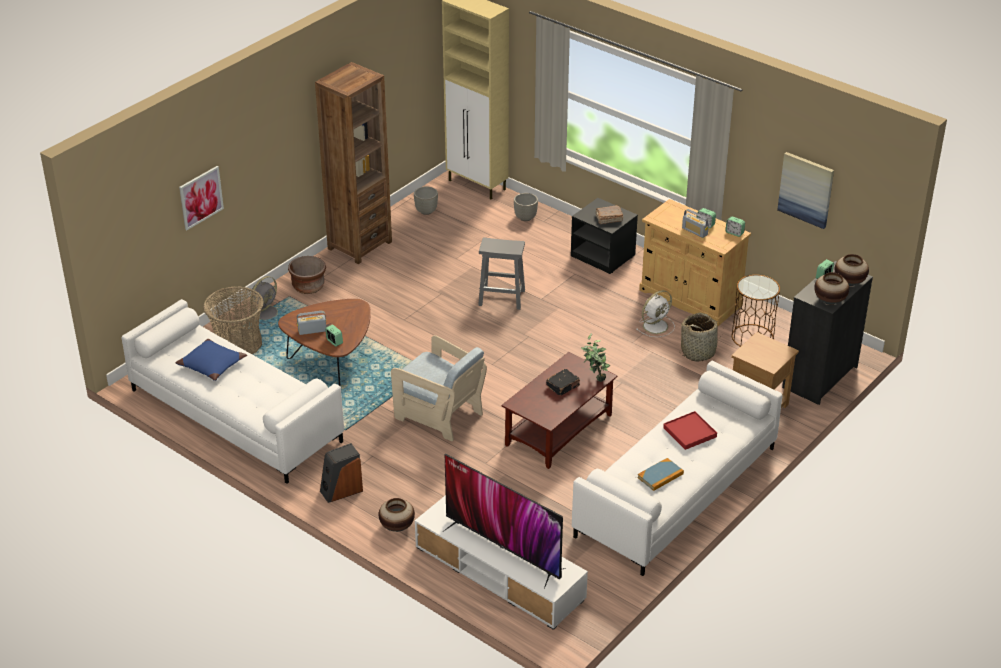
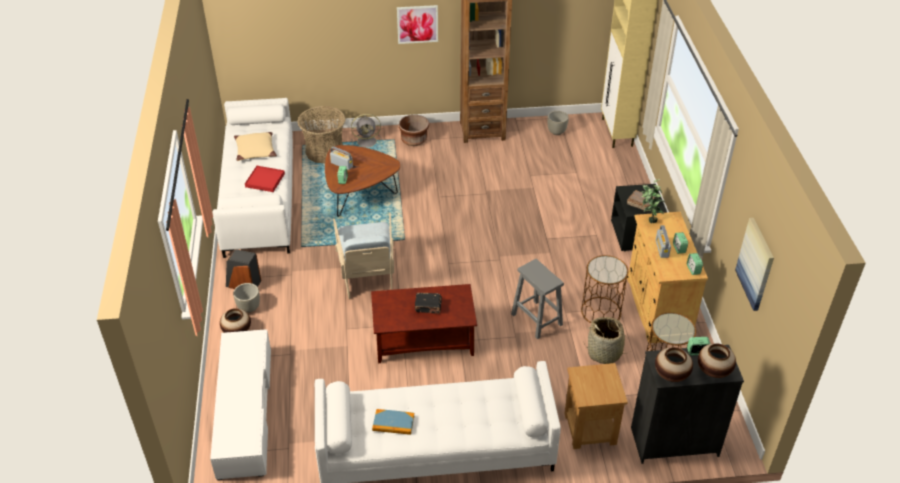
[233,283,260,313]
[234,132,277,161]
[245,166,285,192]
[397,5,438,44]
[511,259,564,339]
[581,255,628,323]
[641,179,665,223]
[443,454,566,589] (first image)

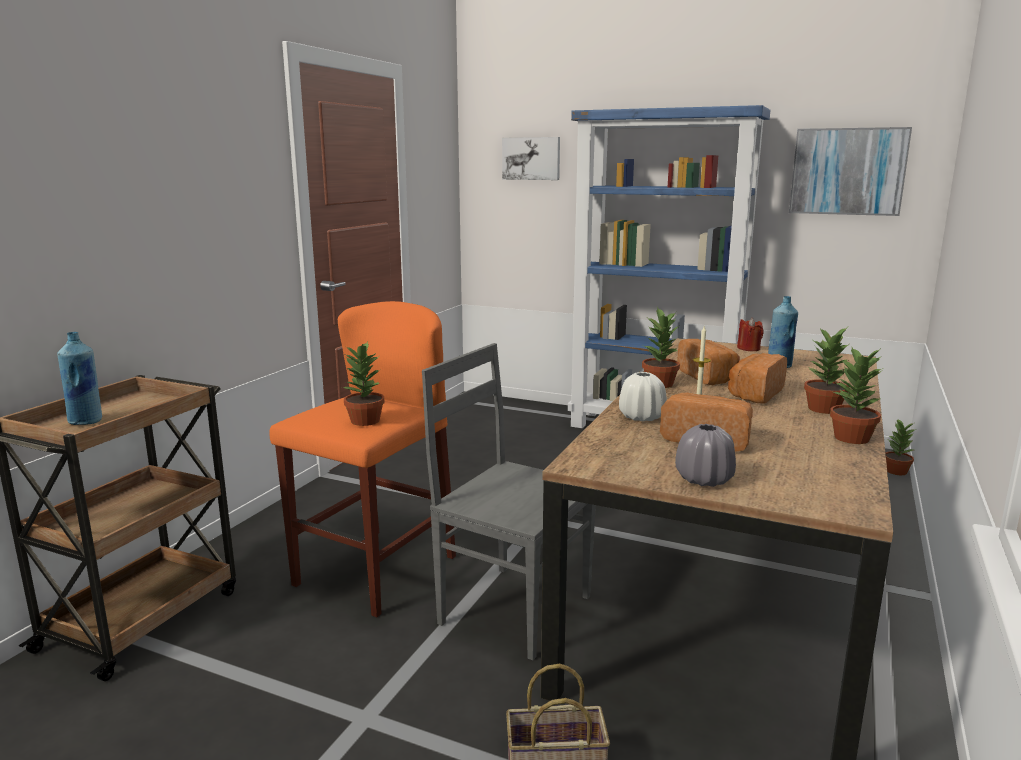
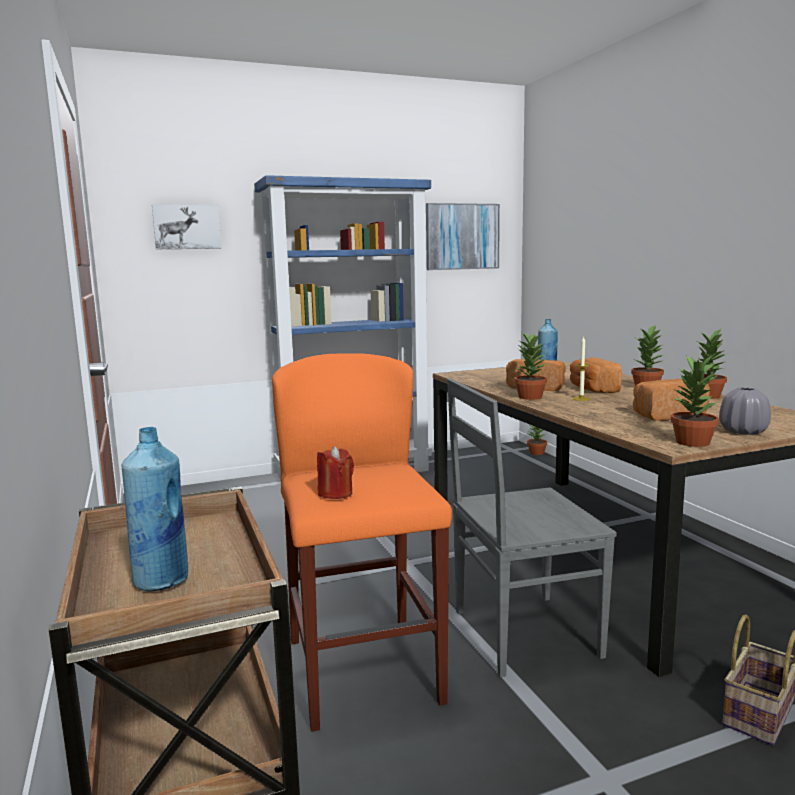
[317,446,354,499]
[671,355,719,447]
[619,372,667,421] (first image)

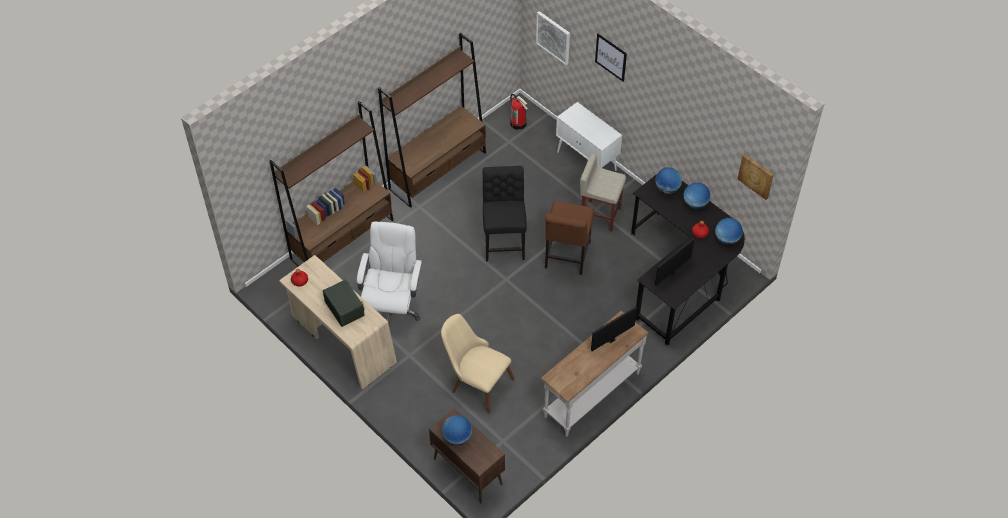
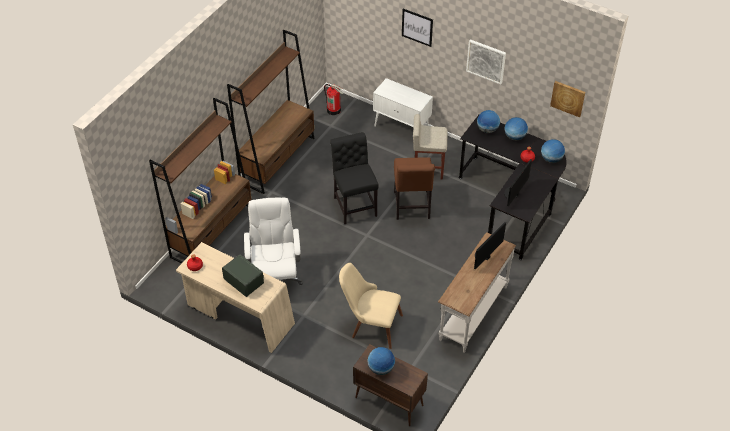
[466,39,506,84]

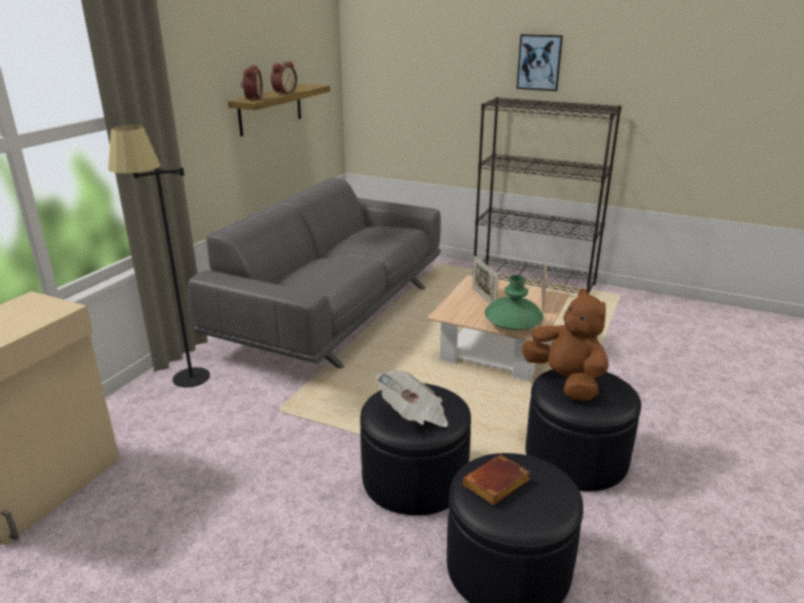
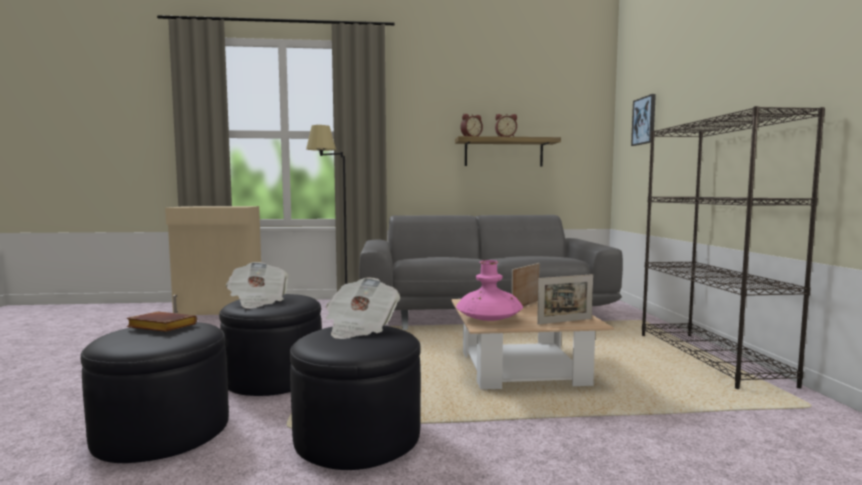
[326,278,400,339]
[456,260,523,321]
[631,94,656,146]

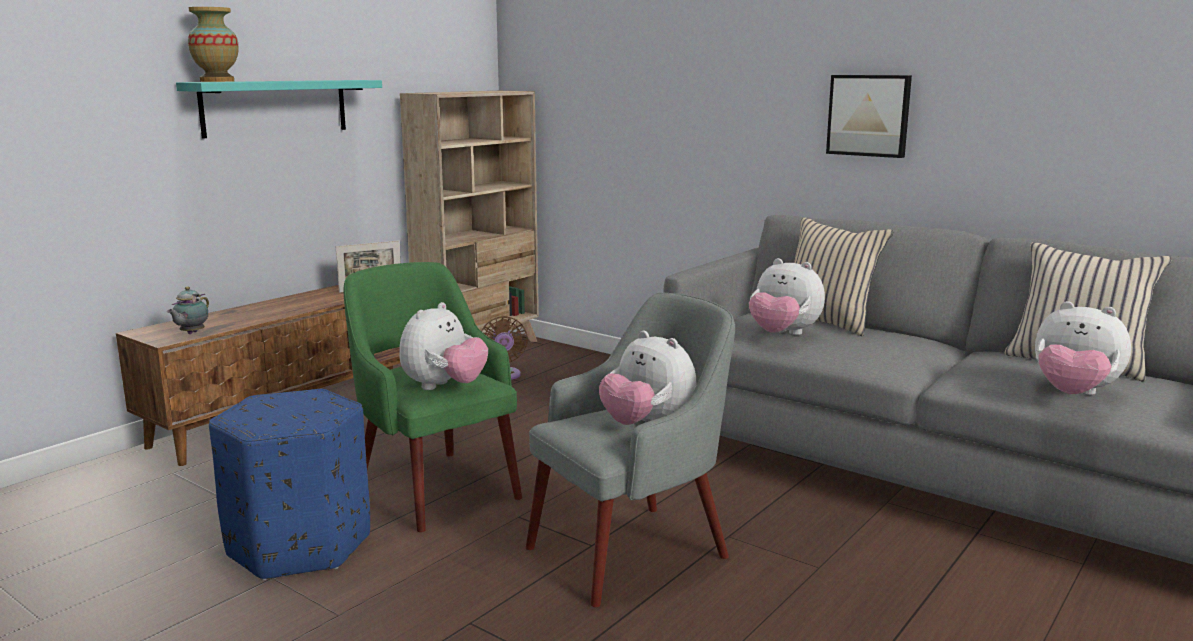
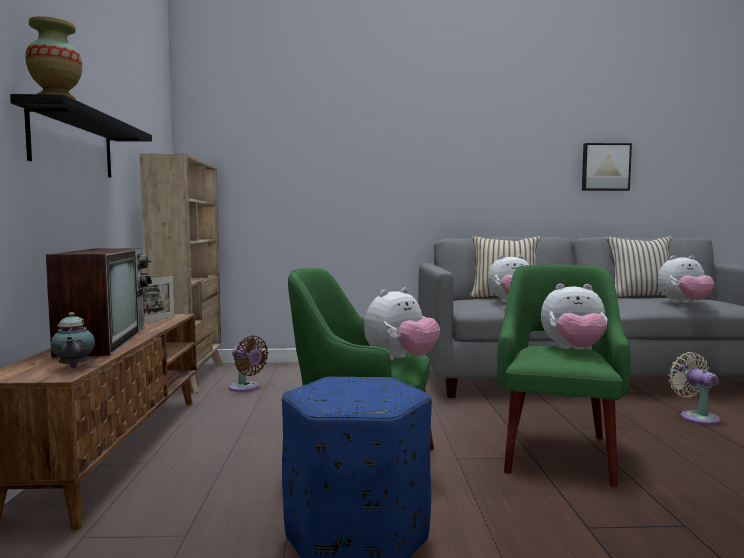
[10,94,152,177]
[46,248,152,358]
[364,288,440,361]
[497,264,631,487]
[582,143,632,191]
[669,352,721,425]

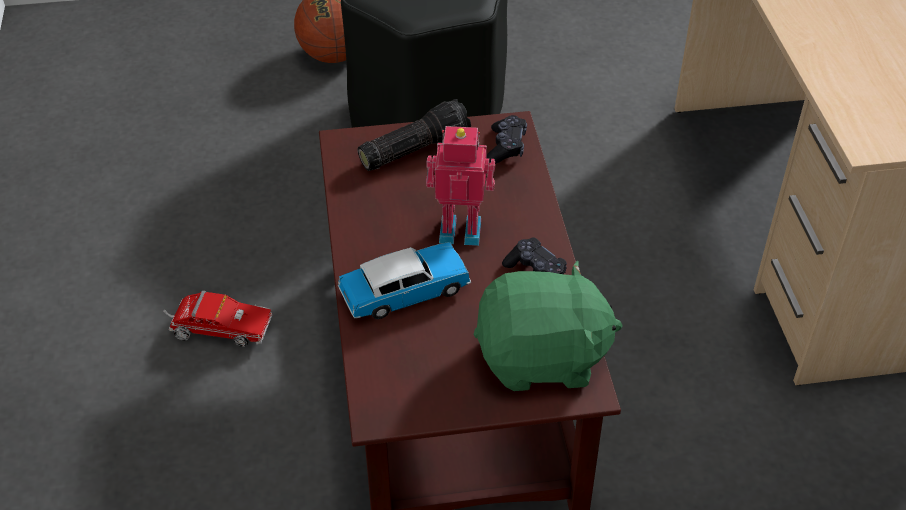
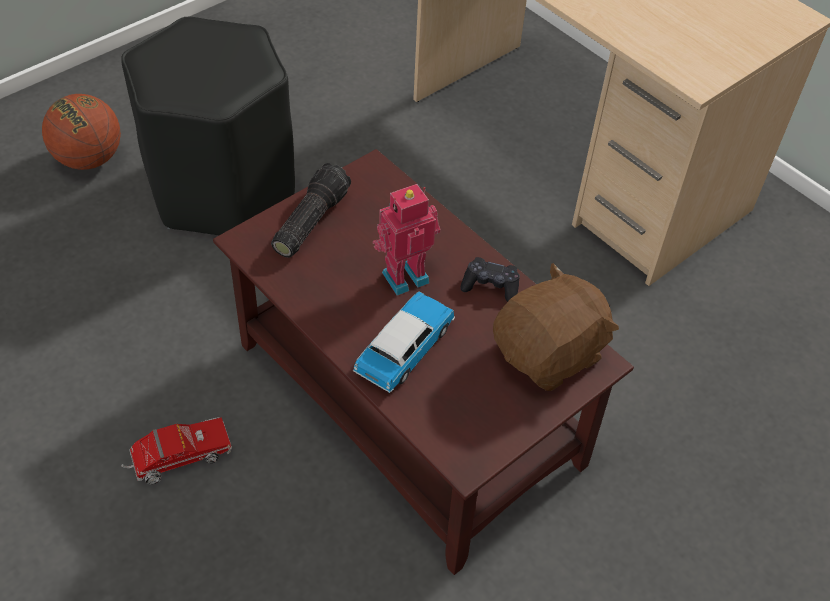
[493,263,619,391]
[487,115,527,163] (first image)

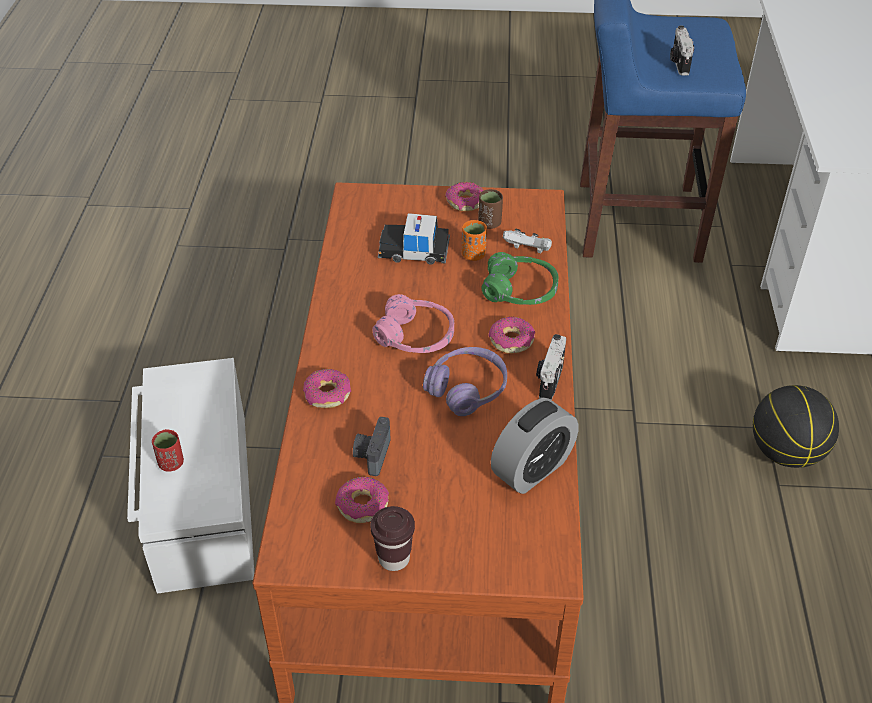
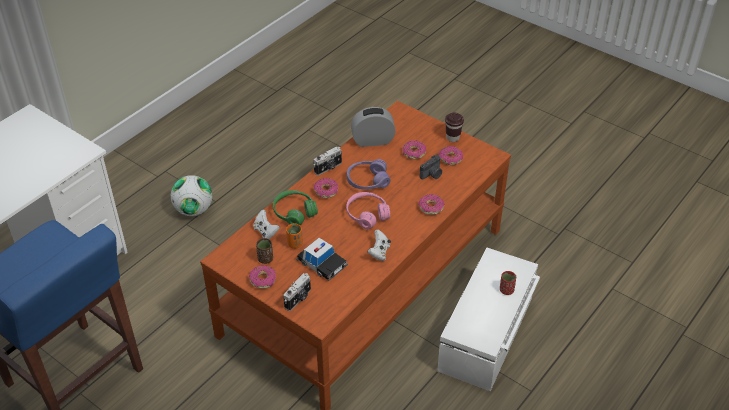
[171,175,212,216]
[283,273,311,311]
[368,230,391,261]
[403,140,426,159]

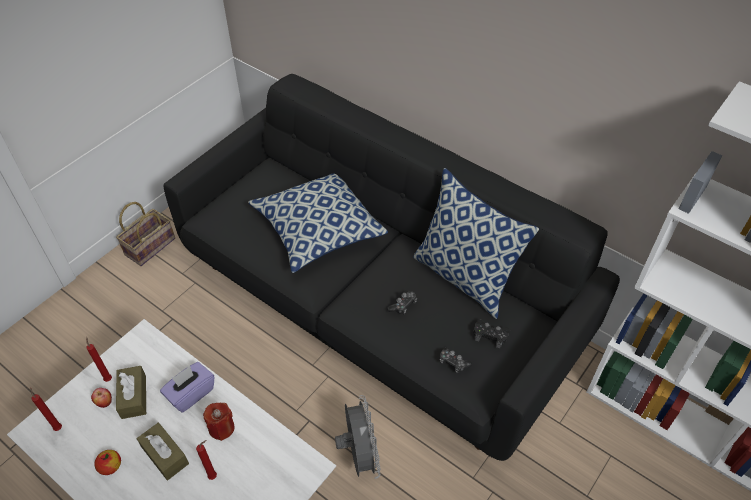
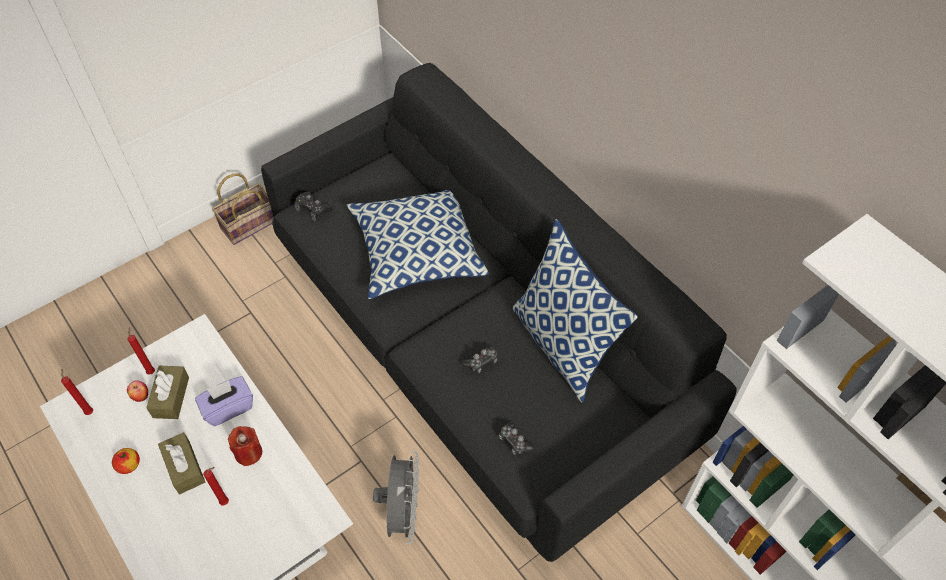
[294,192,332,221]

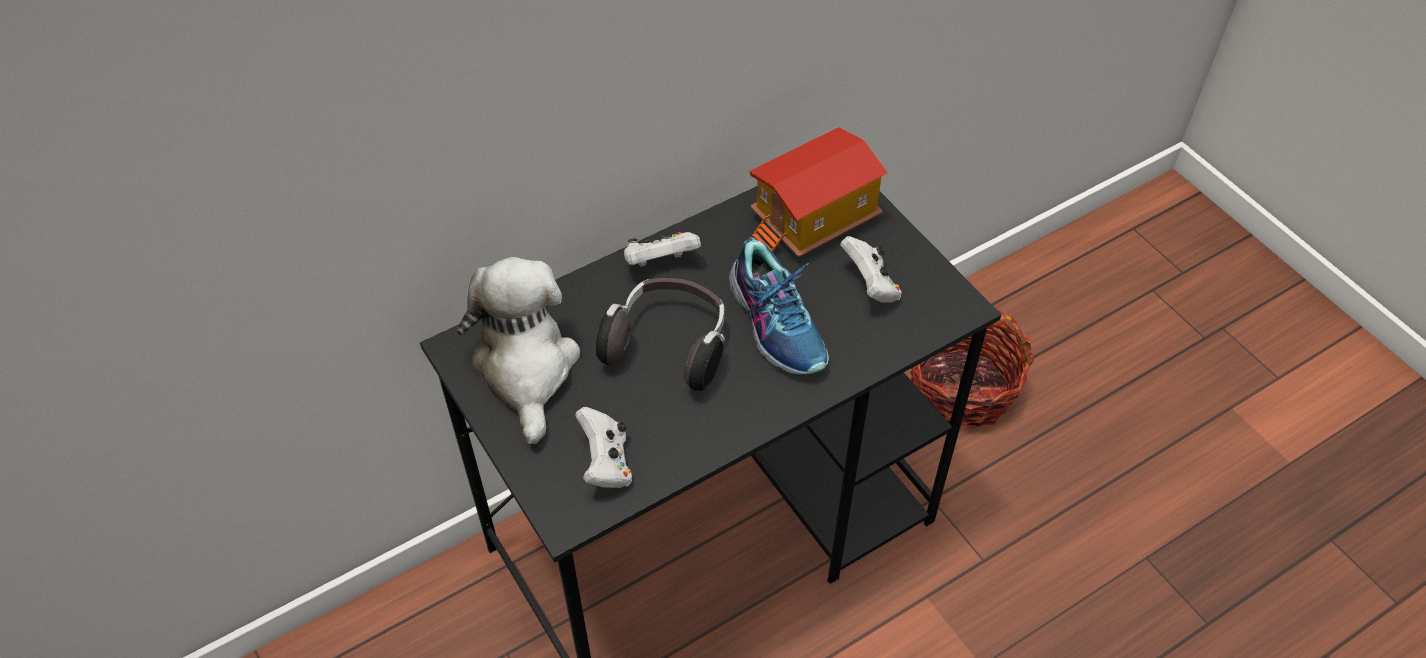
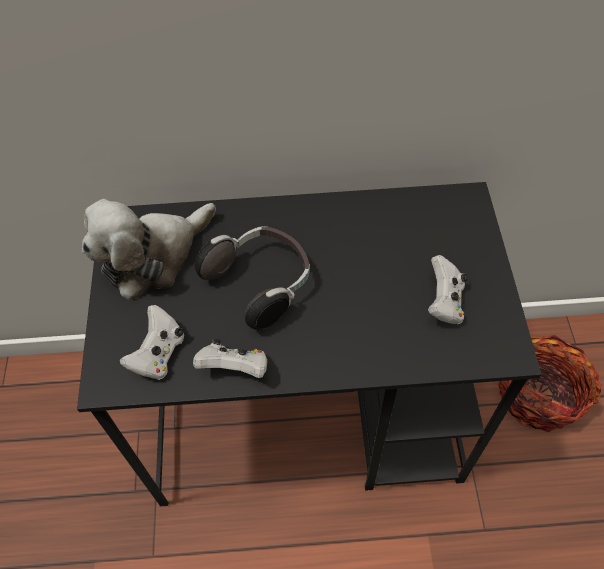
[82,199,216,300]
[193,339,267,378]
[729,237,829,375] (first image)
[749,127,888,257] (first image)

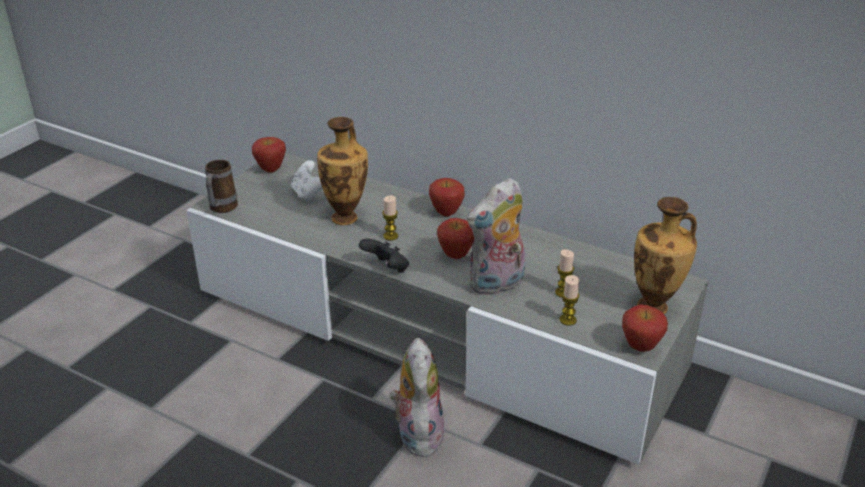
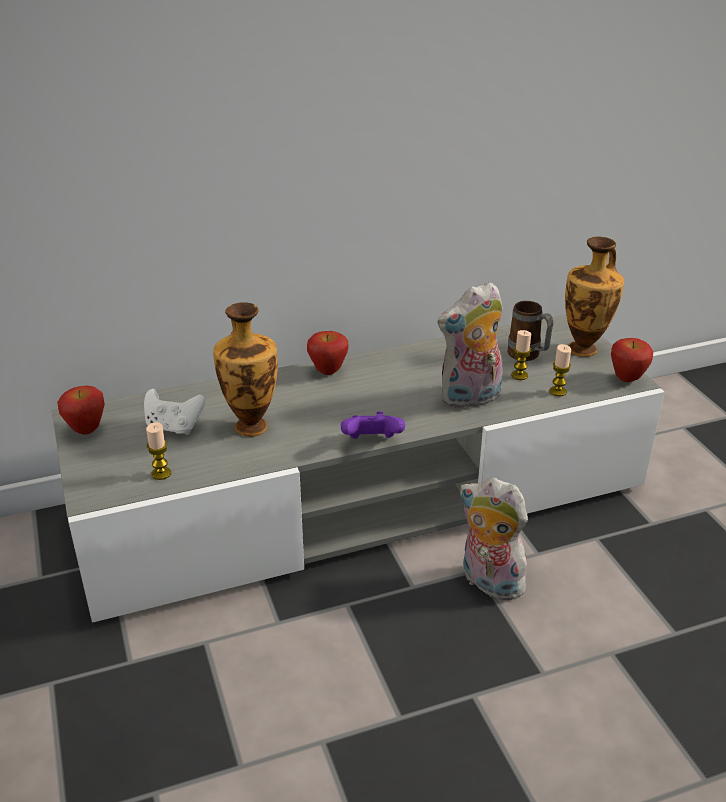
[146,422,171,480]
[341,411,405,439]
[438,281,503,410]
[507,301,554,361]
[437,218,474,259] (first image)

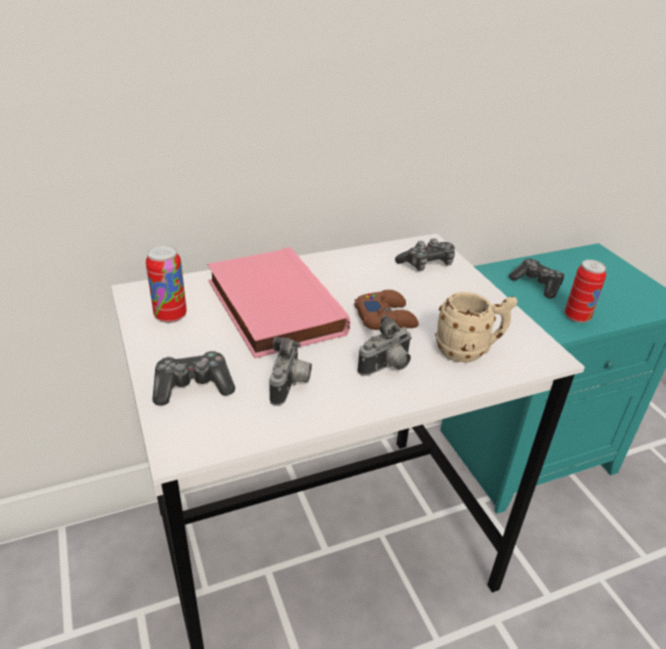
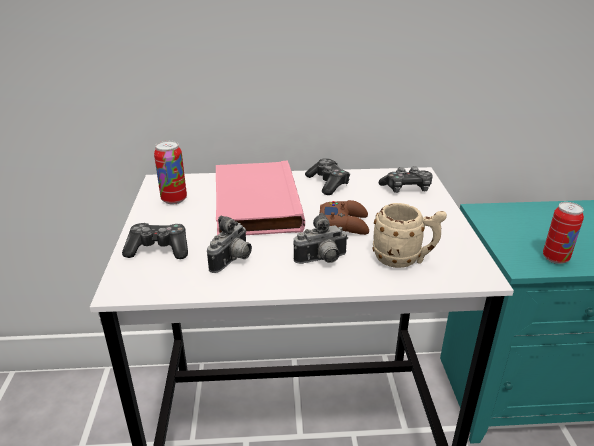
[305,158,350,195]

